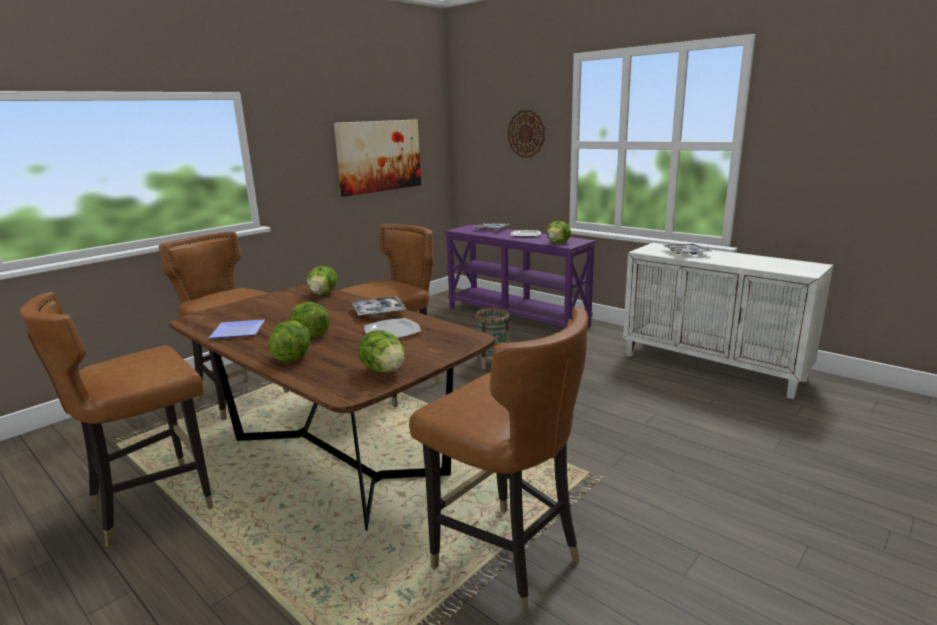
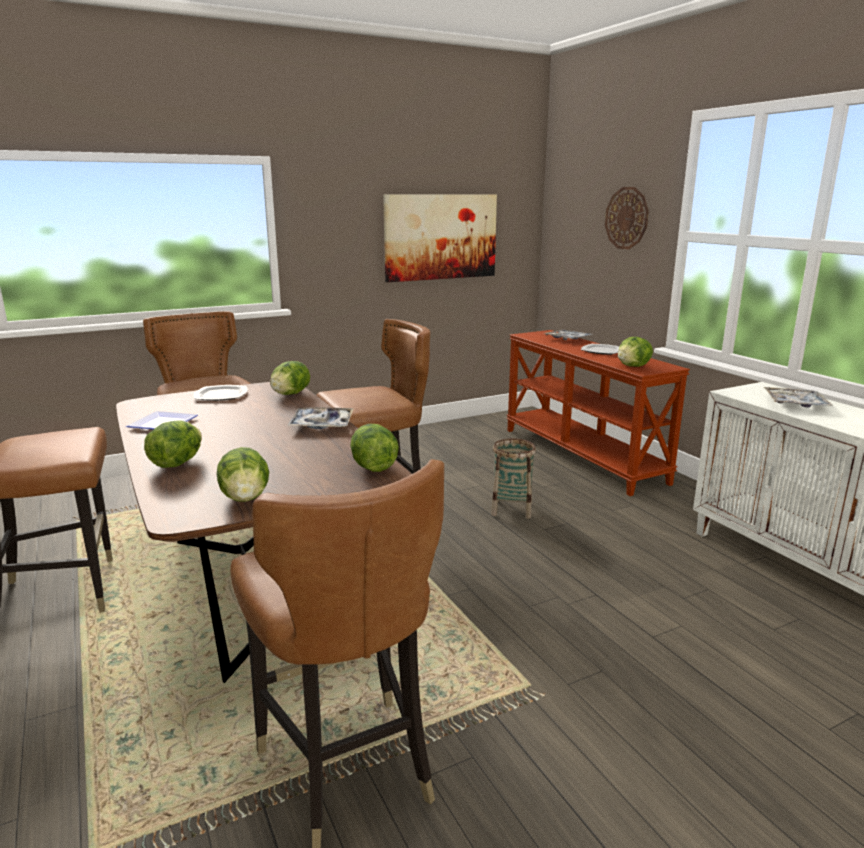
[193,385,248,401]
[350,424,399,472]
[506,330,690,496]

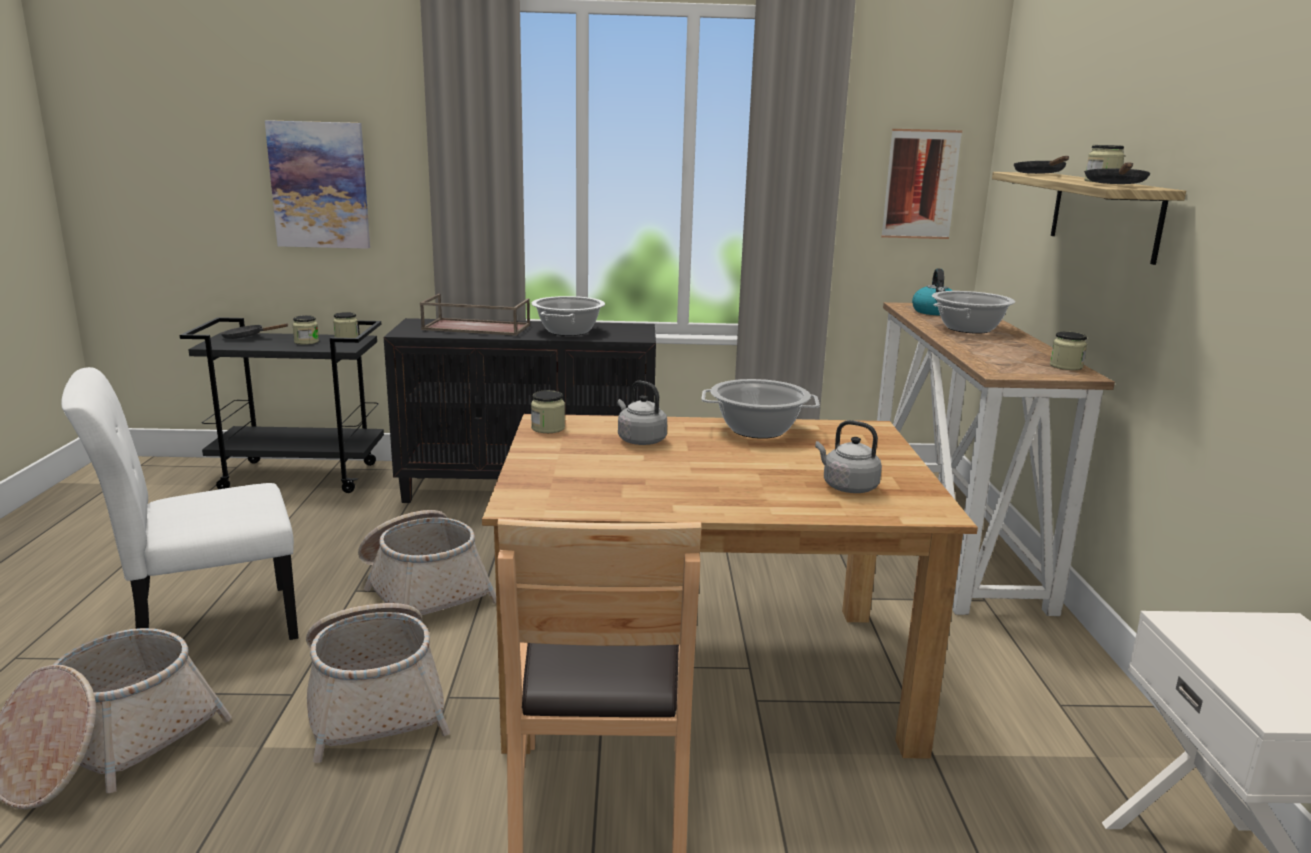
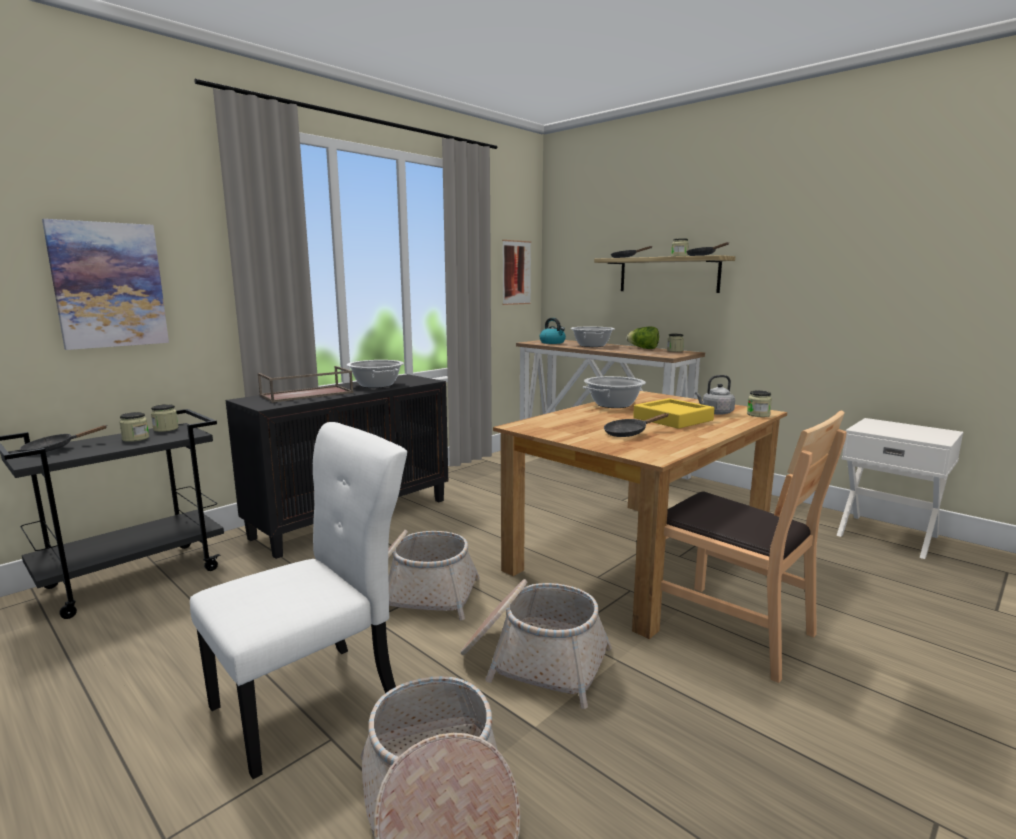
[190,422,407,779]
[604,413,668,437]
[627,326,659,349]
[633,398,715,429]
[747,390,772,417]
[618,380,667,445] (first image)

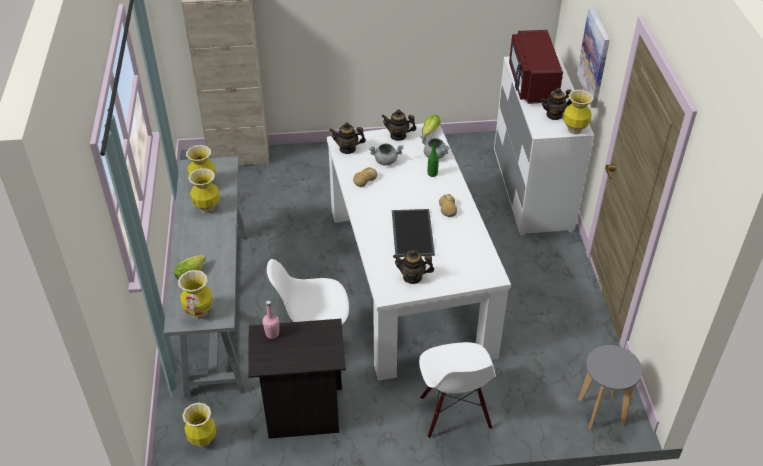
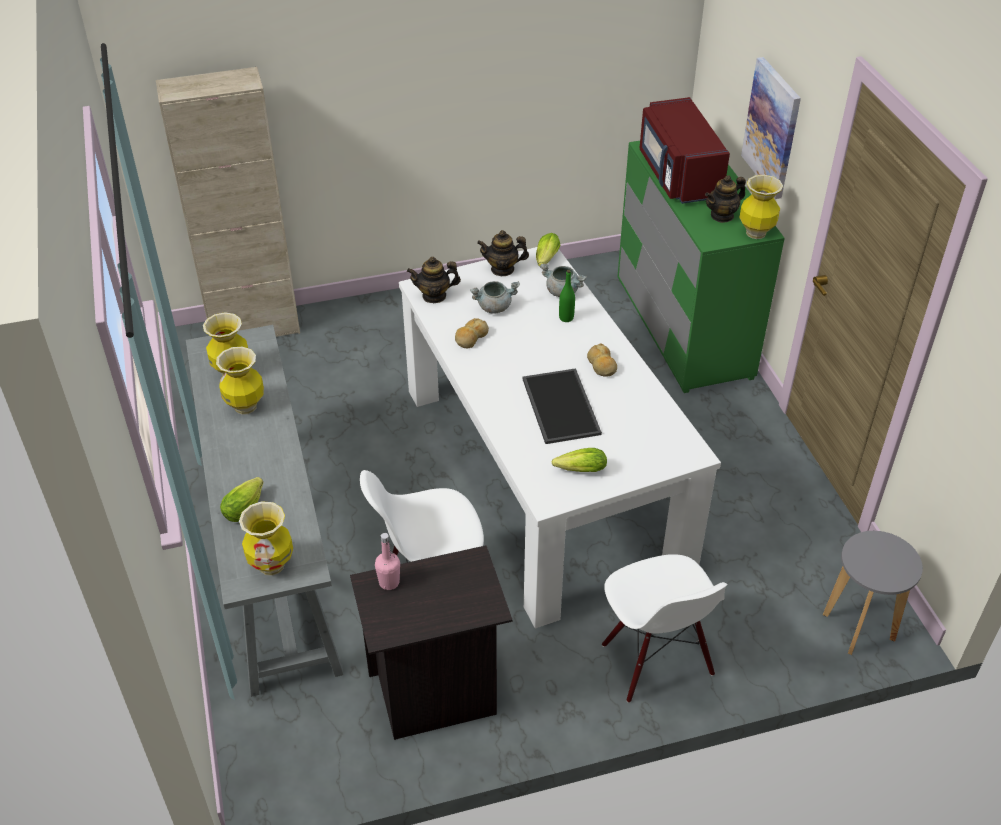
[552,448,607,472]
[617,141,785,393]
[182,403,217,447] (first image)

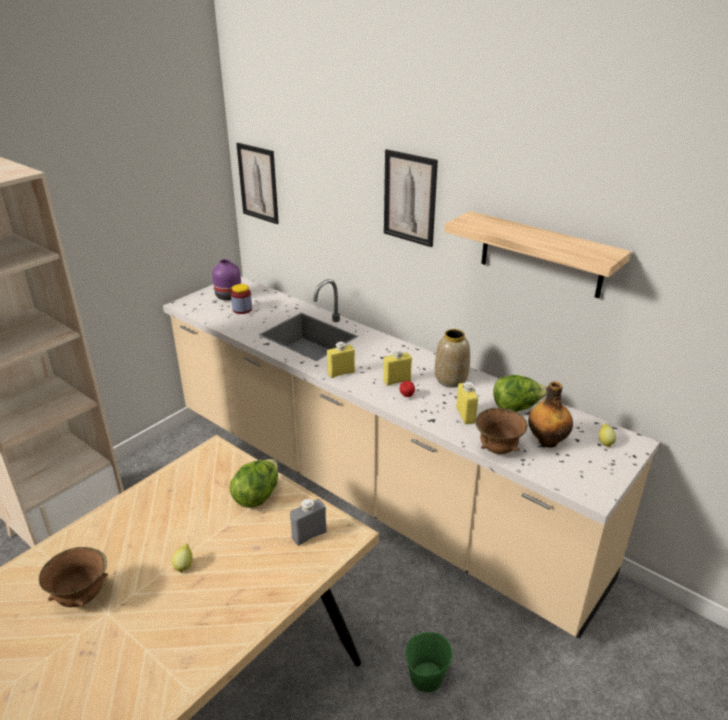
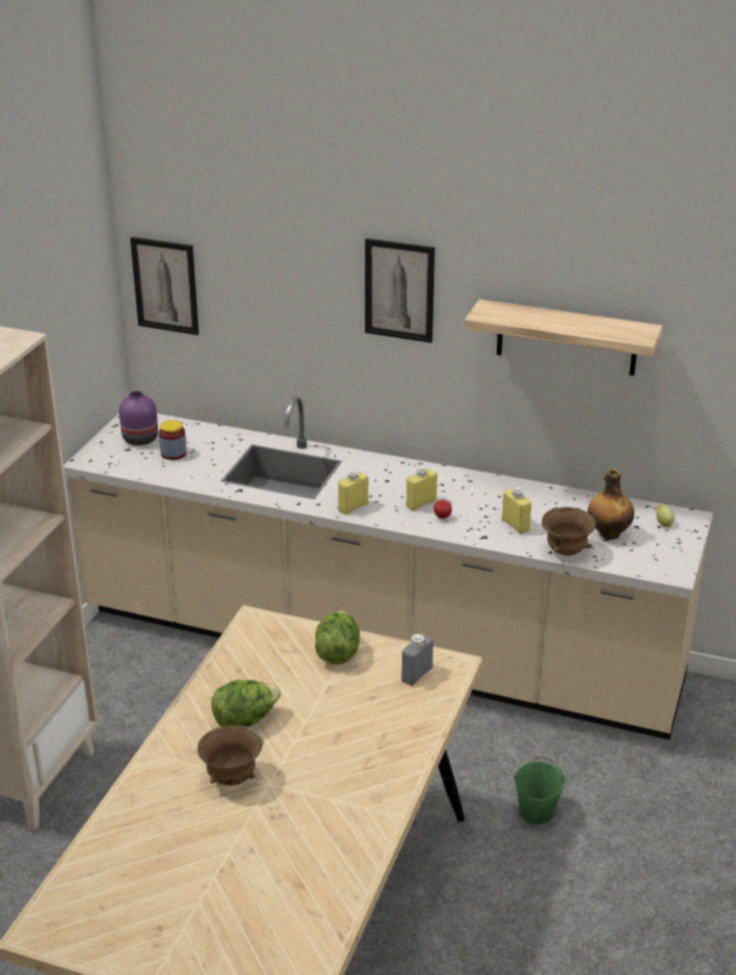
[211,680,281,727]
[172,544,193,573] (first image)
[435,329,470,388] (first image)

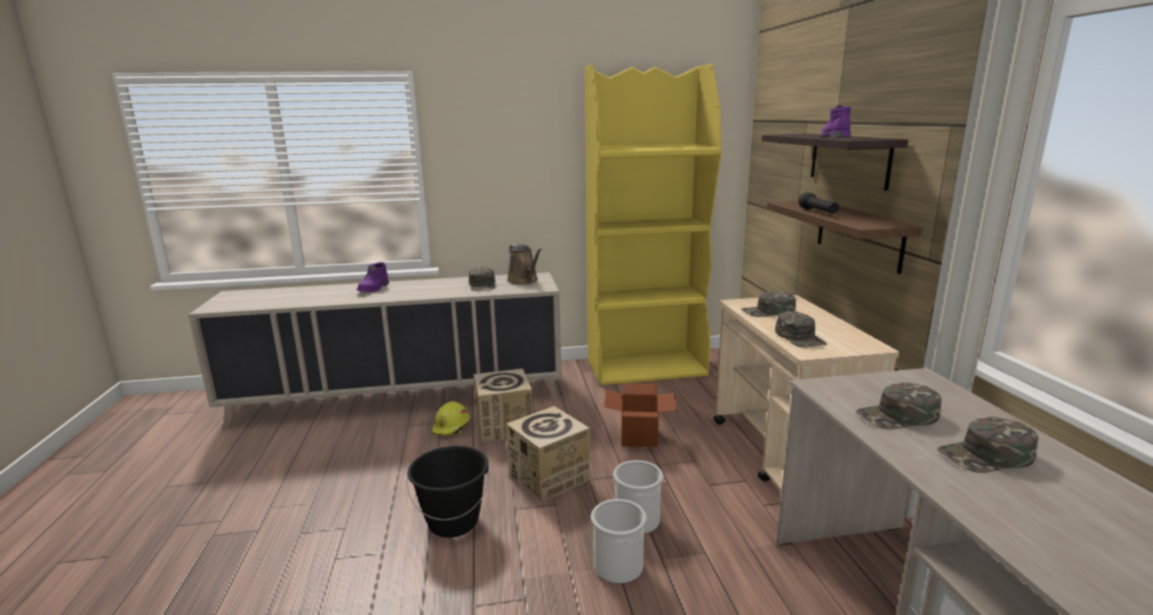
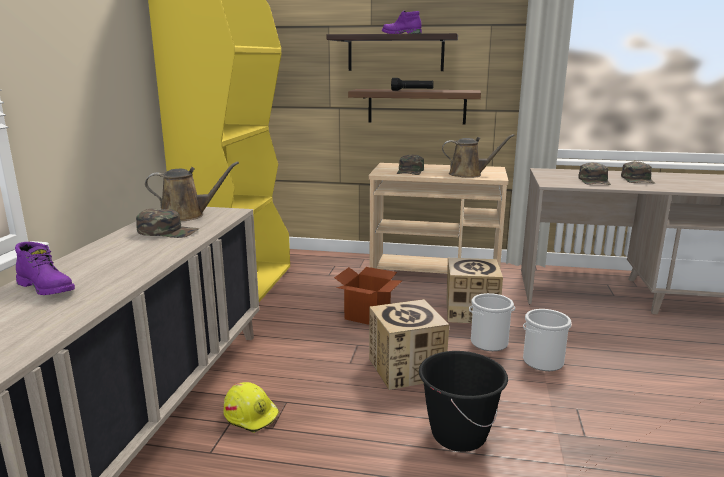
[442,134,515,178]
[446,258,503,323]

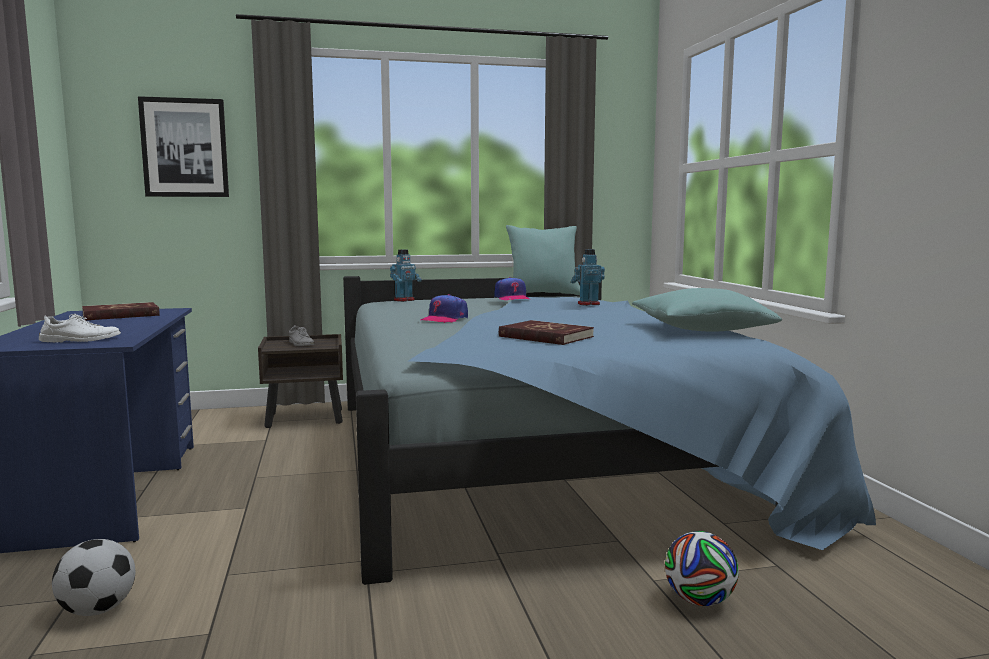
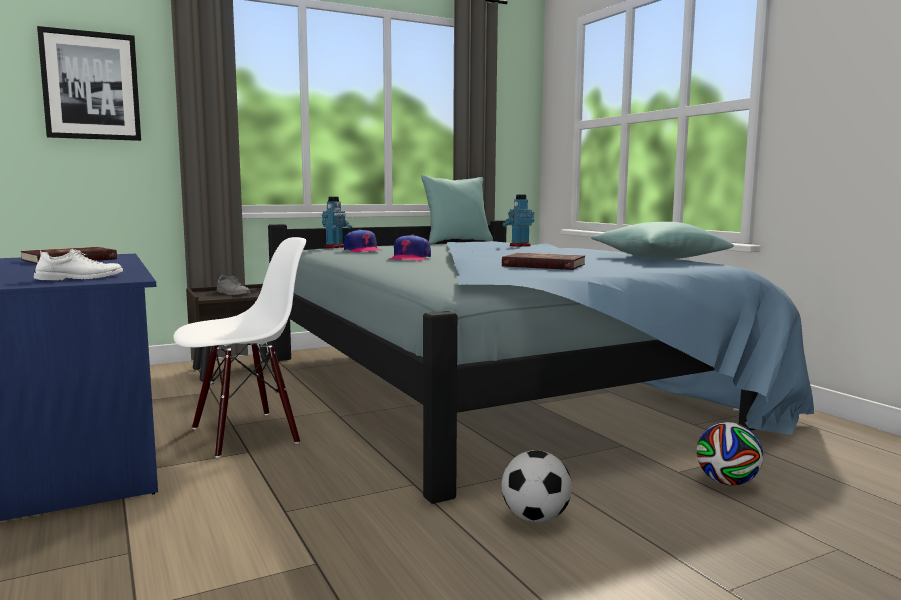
[173,237,306,458]
[344,229,382,252]
[502,450,572,523]

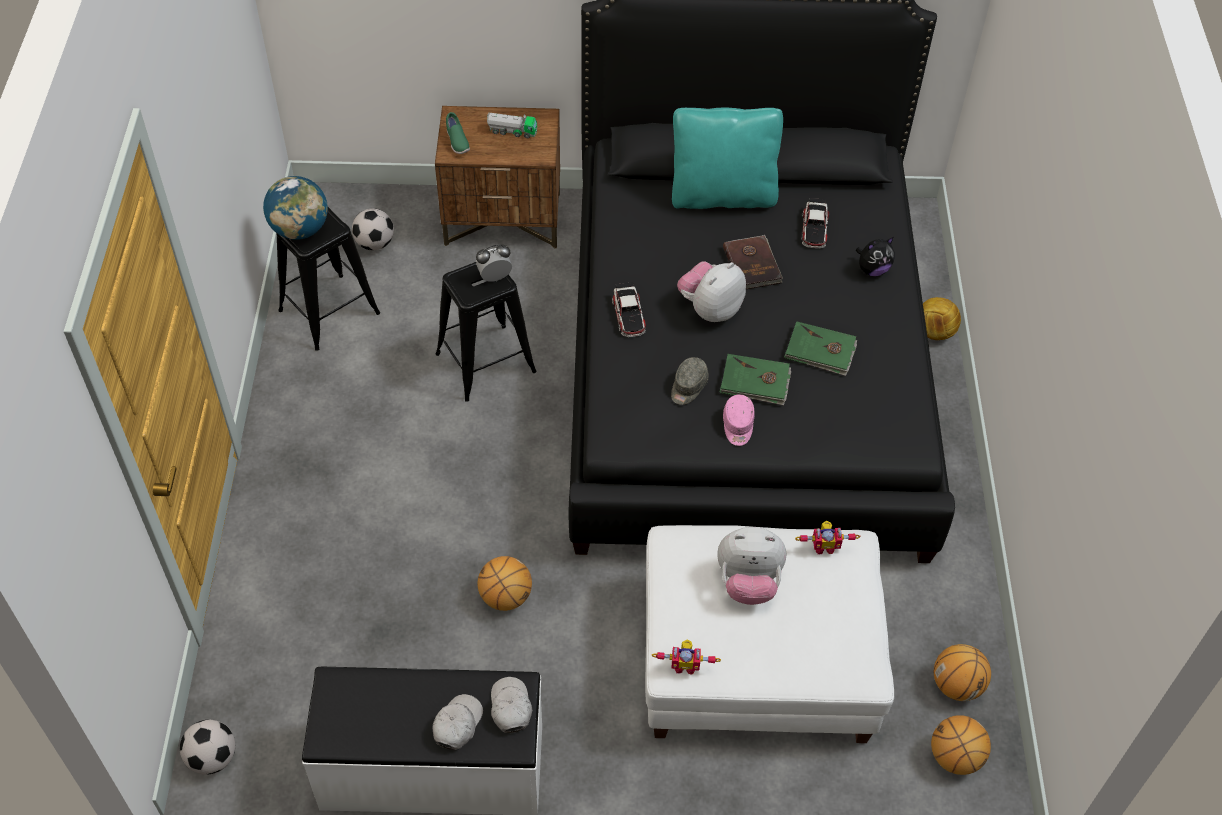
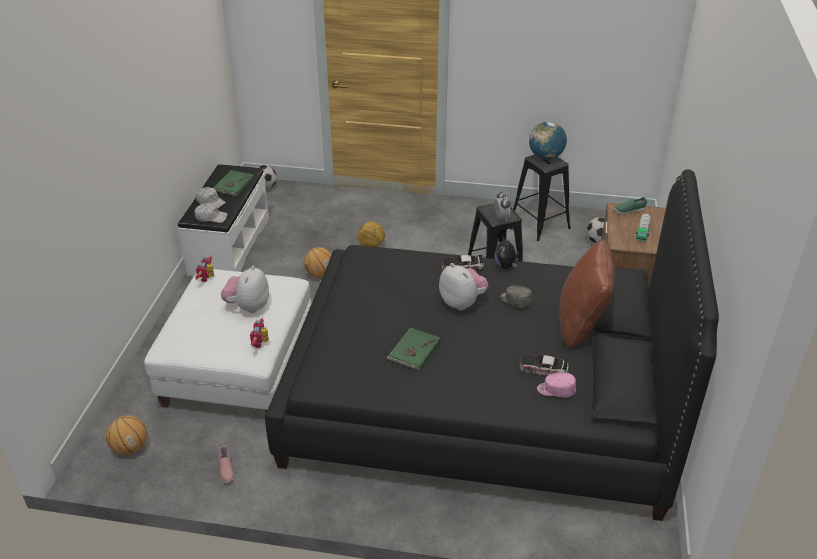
[213,170,254,196]
[218,446,235,483]
[358,222,385,247]
[494,236,519,269]
[500,285,532,308]
[537,372,576,398]
[559,239,615,348]
[723,235,783,289] (first image)
[934,644,991,701] (first image)

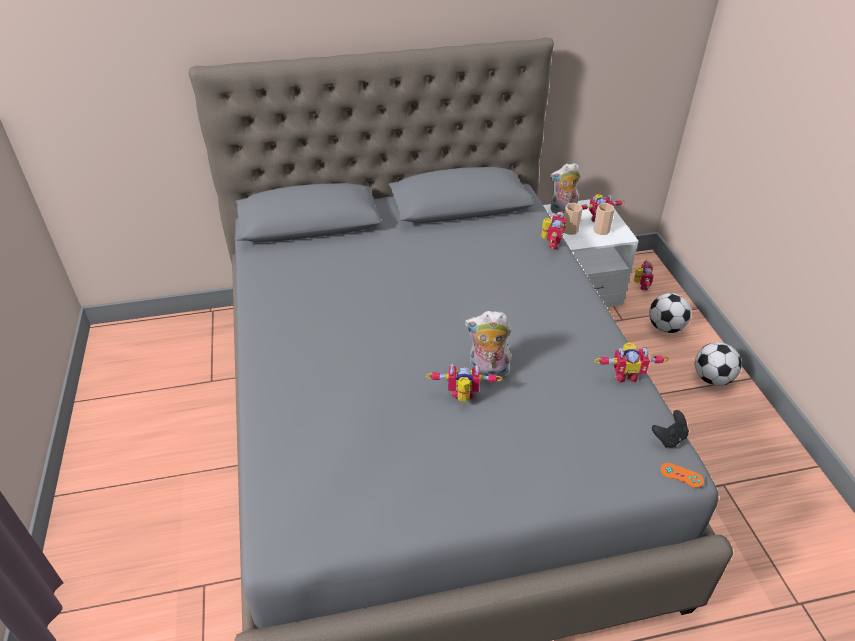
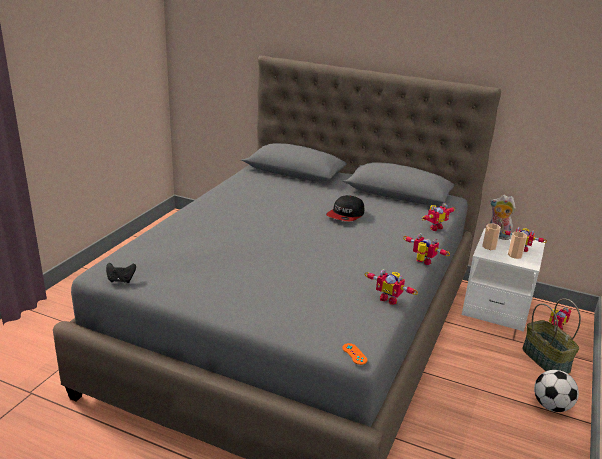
[106,263,136,283]
[326,195,364,221]
[403,233,450,265]
[522,298,581,374]
[465,311,512,379] (first image)

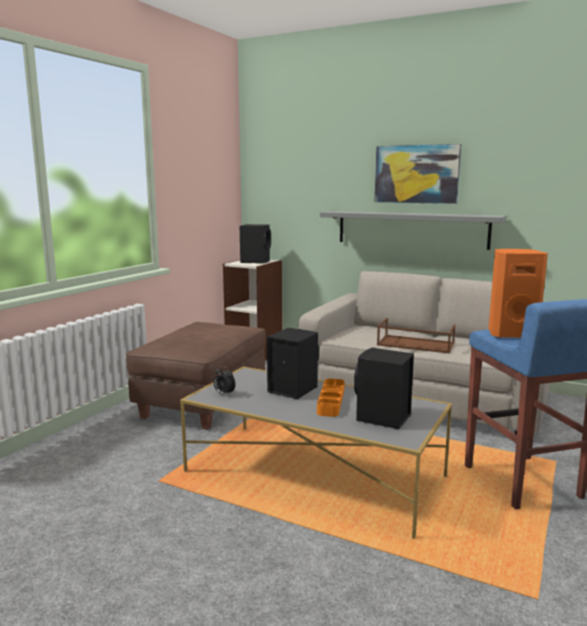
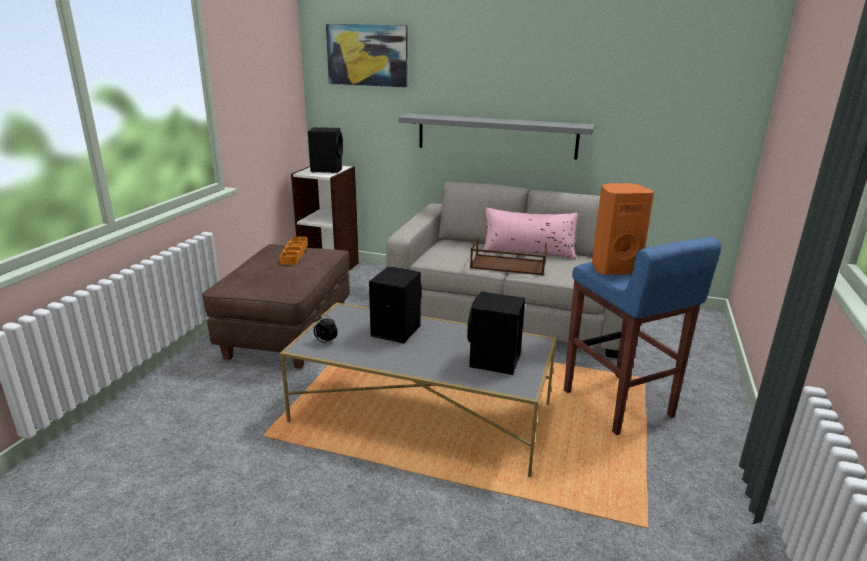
[280,236,308,265]
[326,24,408,88]
[483,208,578,259]

